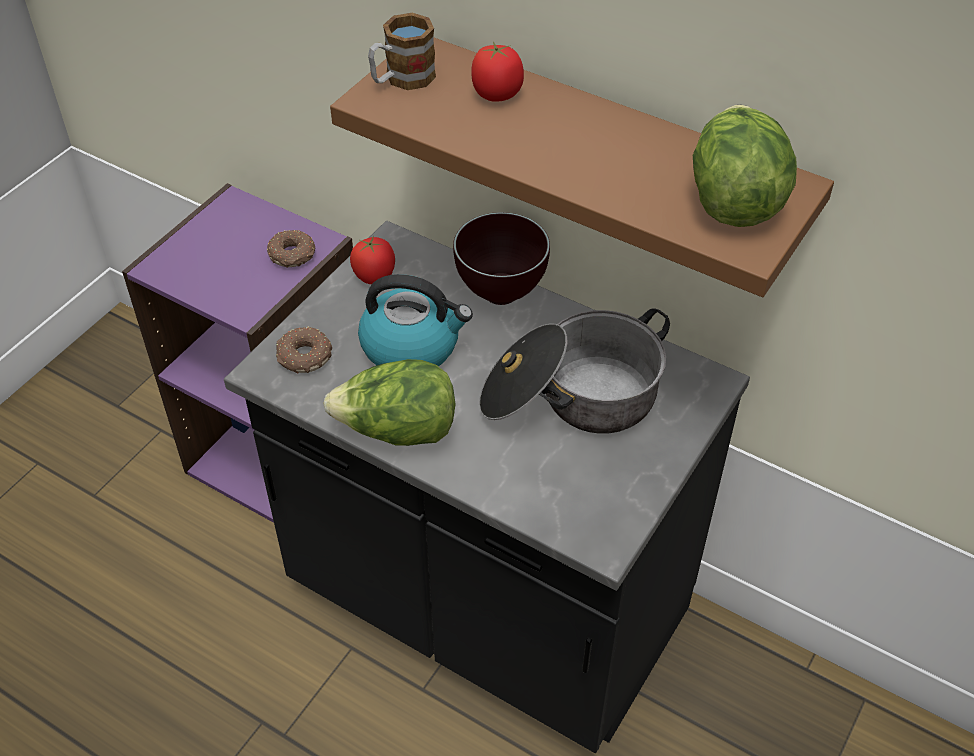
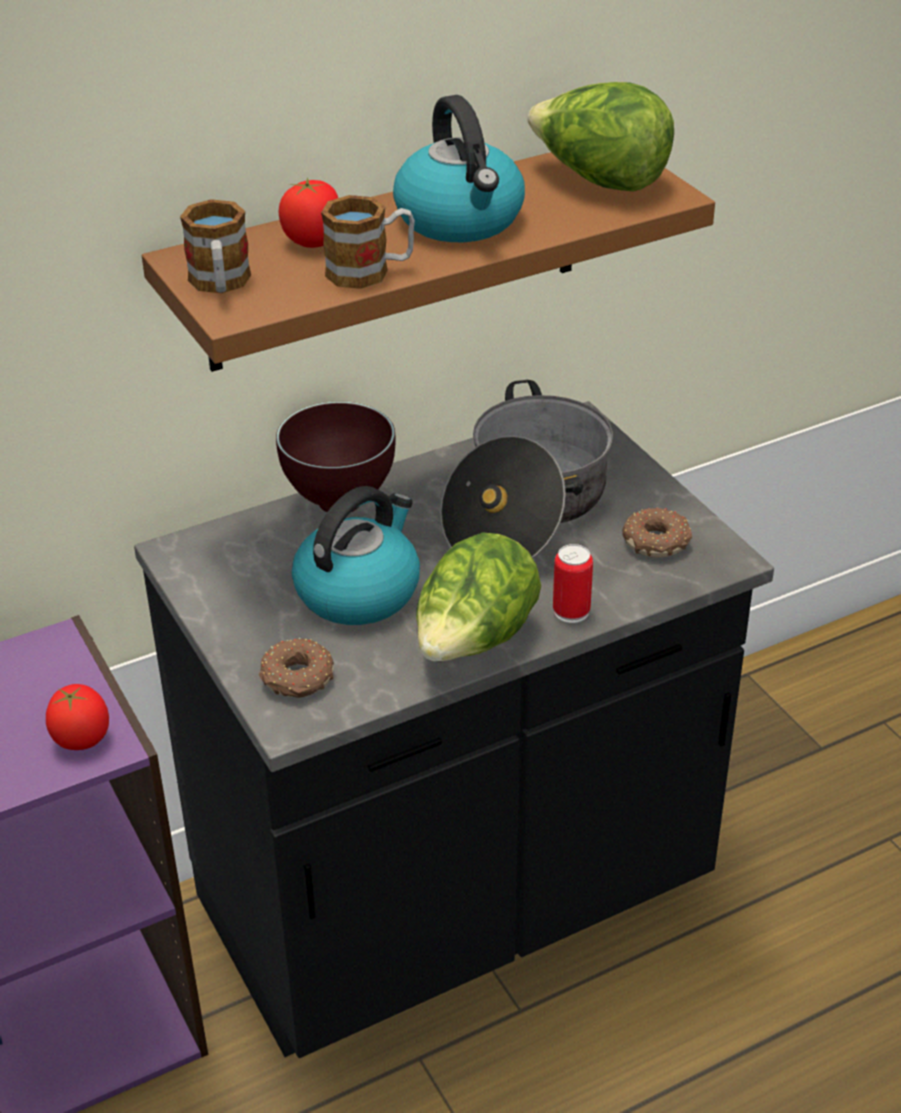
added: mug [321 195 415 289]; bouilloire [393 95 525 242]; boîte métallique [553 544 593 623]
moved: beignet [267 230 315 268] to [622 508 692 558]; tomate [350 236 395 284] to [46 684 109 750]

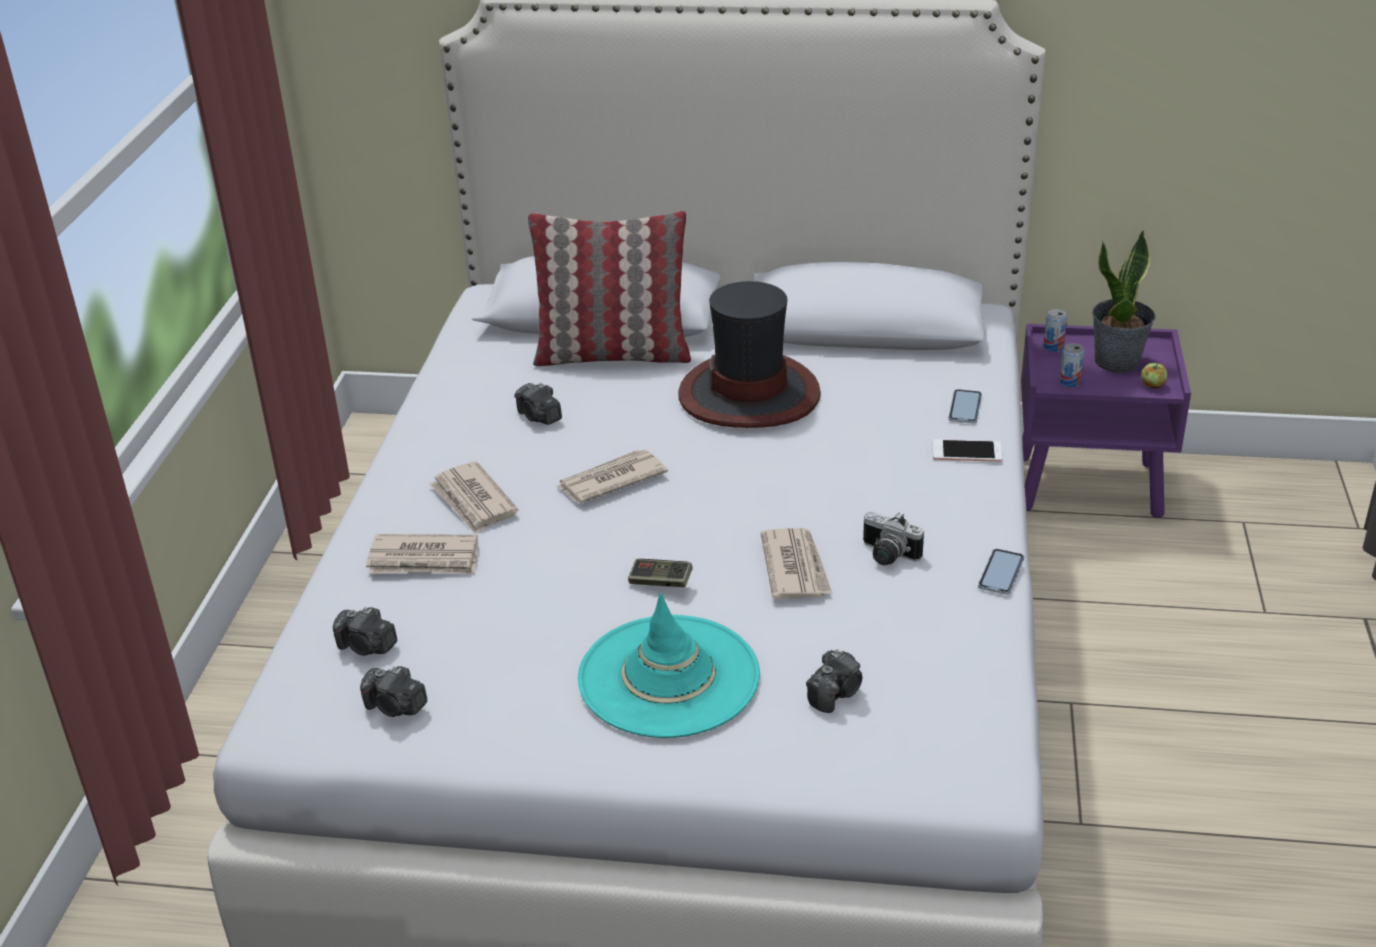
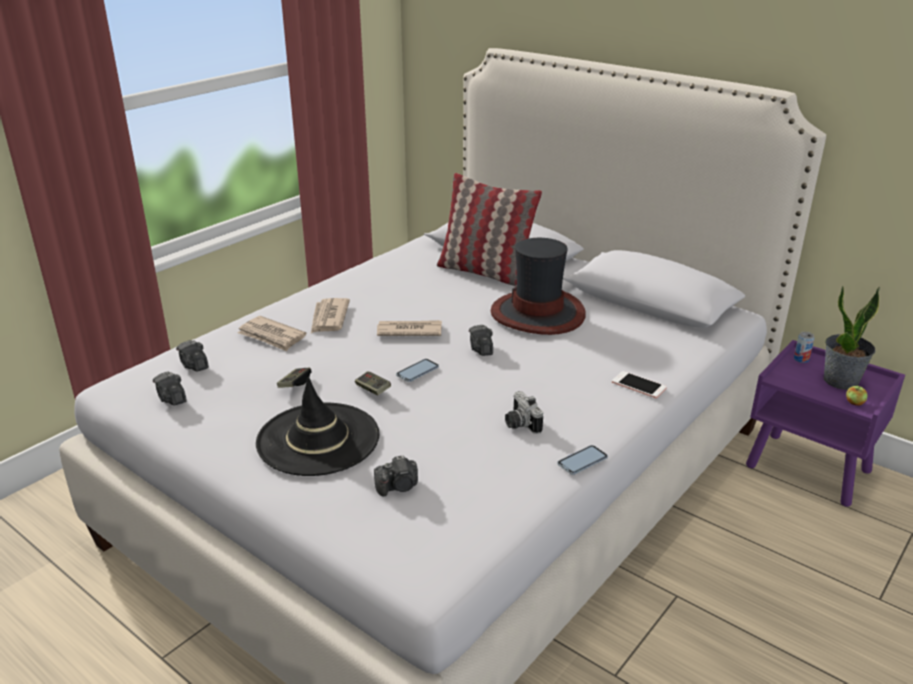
removed: journal [761 528 832 599]; boîte métallique [1059 343 1084 387]
added: manette [277 367 312 388]
moved: appareil photo [514 383 562 425] to [469 325 493 356]; téléphone [948 389 982 423] to [396 359 439 382]
recoloured: chapeau (turquoise) [578 593 760 738] to chapeau (noir) [256 377 379 476]

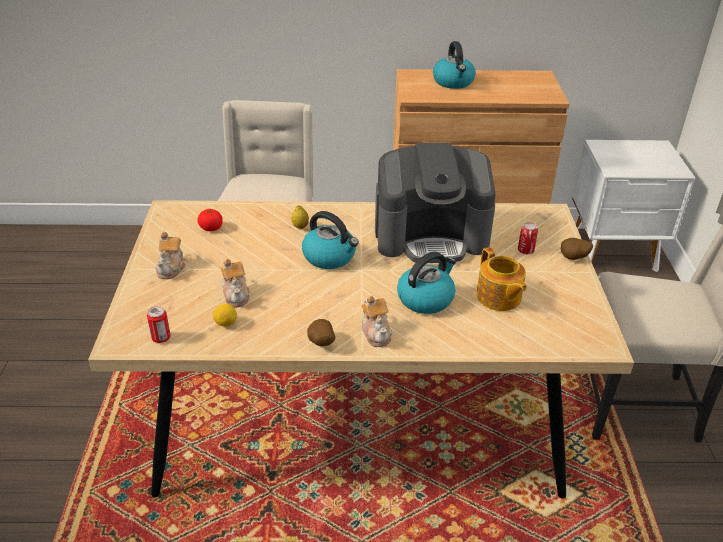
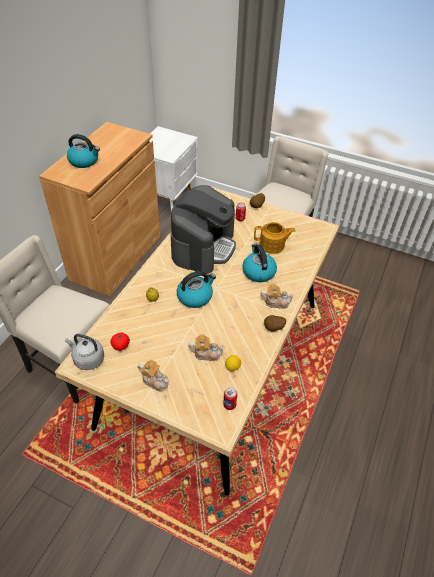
added: bouilloire (gris) [65 334 104 370]

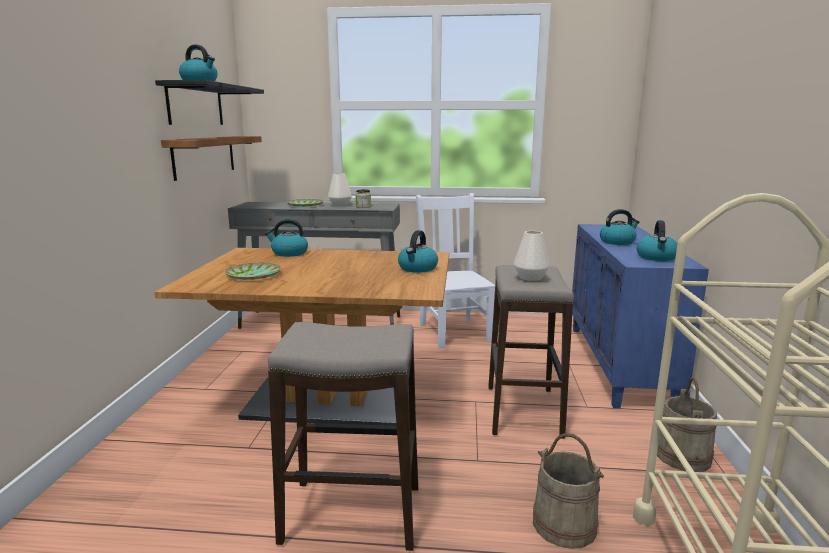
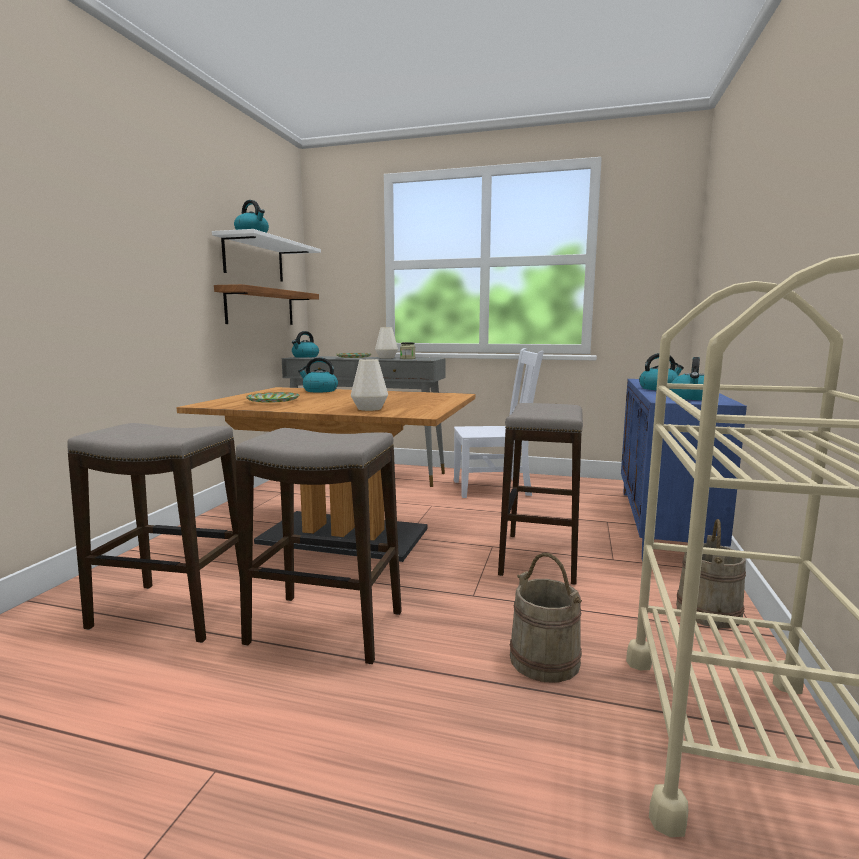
added: tabouret [67 423 240 643]
moved: bouilloire [398 230 438 273] to [292 331 319 358]; vase (blanc) [514 231 550 281] to [351 359 388 411]
recoloured: étagère (noir) [155 80 264 125] to étagère (blanc) [212 229 321 282]
turned: chaise (blanc) [416 193 495 349] = [454 348 544 498] 90 degrees clockwise

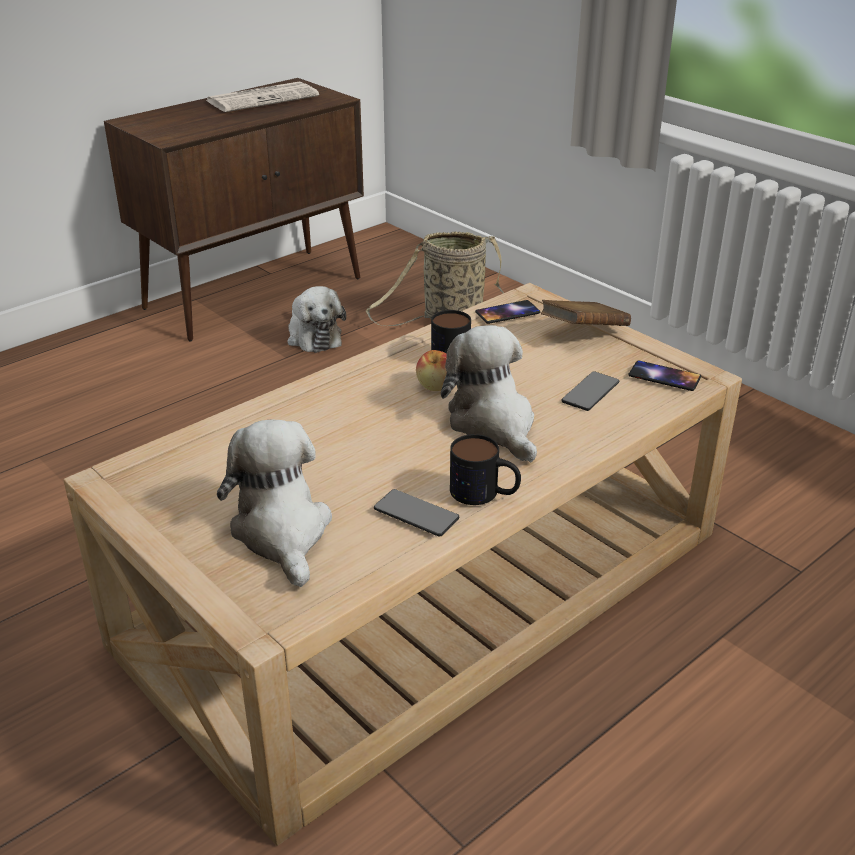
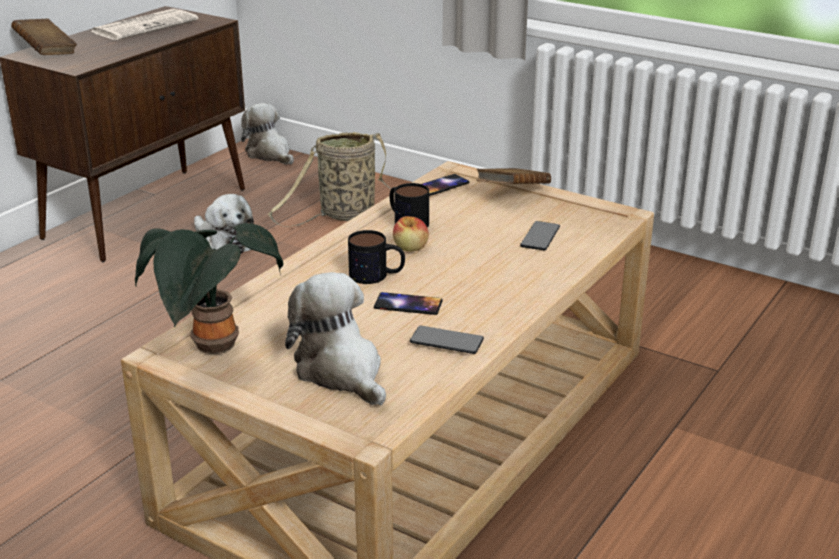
added: livre (marron) [11 19 77 55]; plante en pot [135 223 283 354]
moved: peluche [441 325 537 462] to [241 103 294 164]; mug [450 434 521 505] to [348 230 405 284]; téléphone [628 361 701 391] to [374 292 443 315]

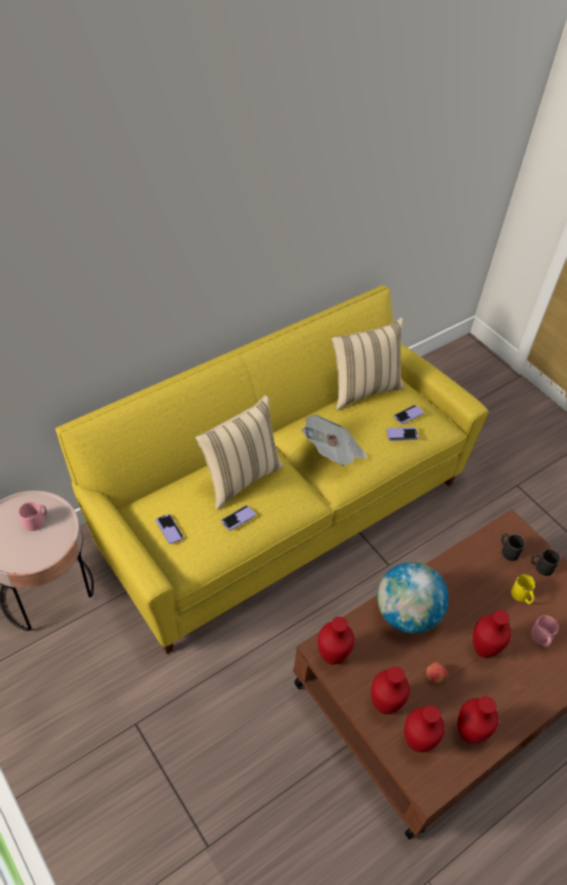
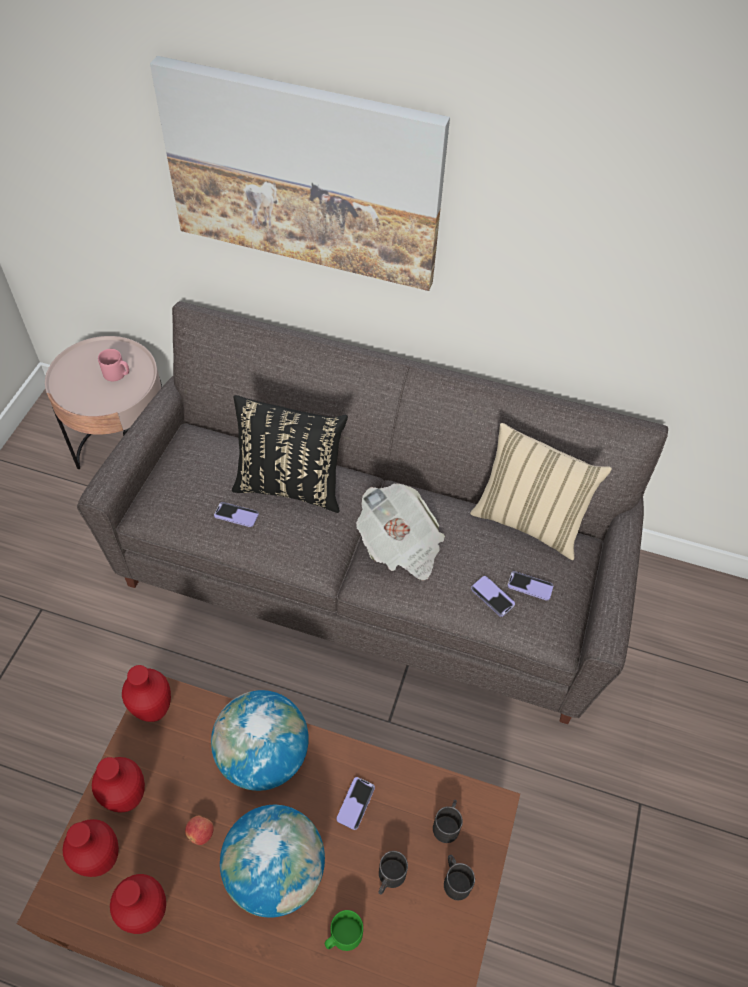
added: tableau [150 56 450 291]
moved: téléphone [156 514 183 544] to [336 777 375 830]
replaced: vase (rouge) [473 610 512 658] to globe [220 805 325 918]
recoloured: canapé (jaune) [55 285 489 654] to canapé (gris) [77 301 668 724]; coussin (beige) [196 395 284 510] to coussin (noir) [232 395 348 513]; mug (jaune) [511 574 536 604] to mug (noir) [378 851 408 895]; mug (rose) [531 615 559 648] to mug (vert) [325 910 363 951]

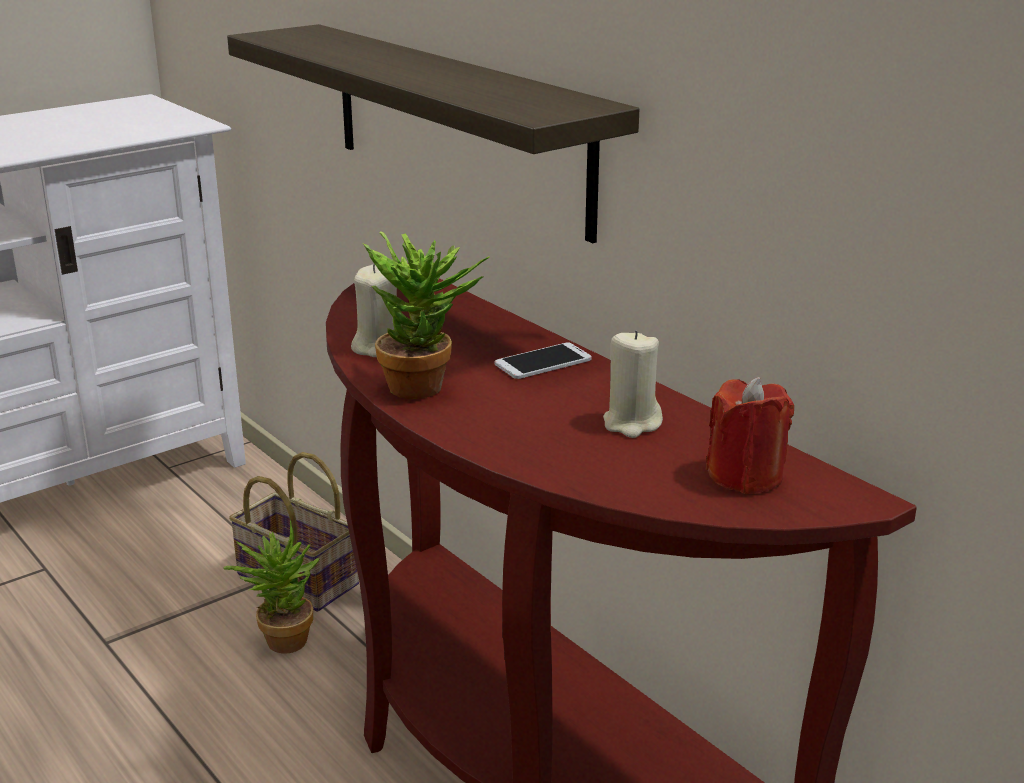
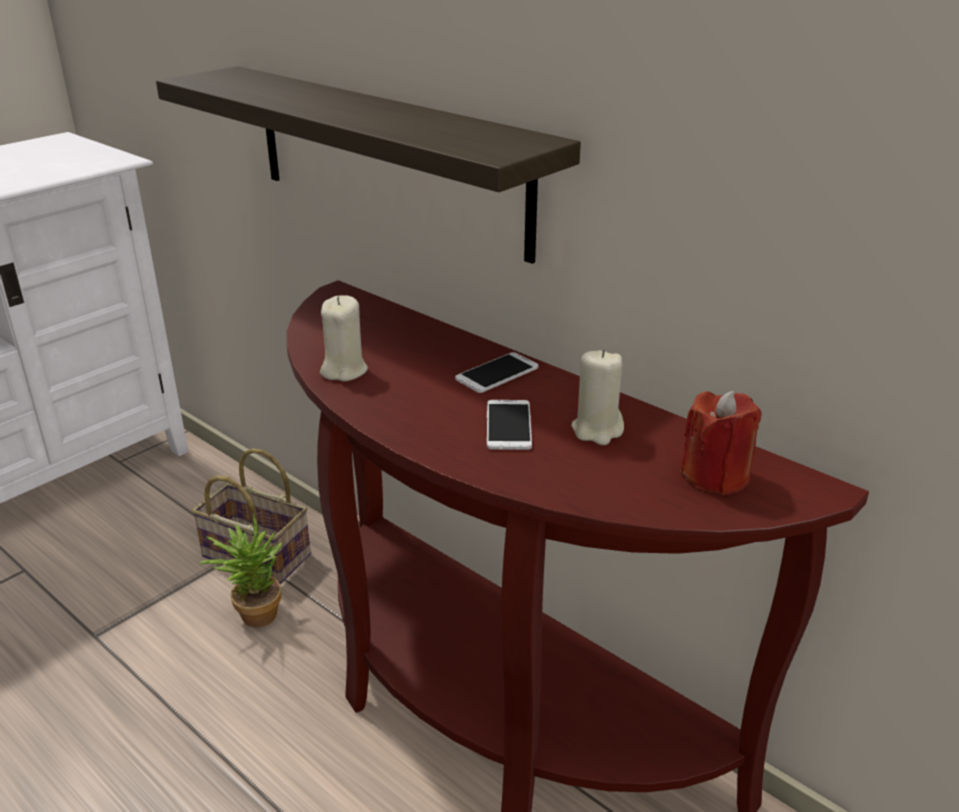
removed: plante en pot [363 231 490 399]
added: téléphone [487 400 532 450]

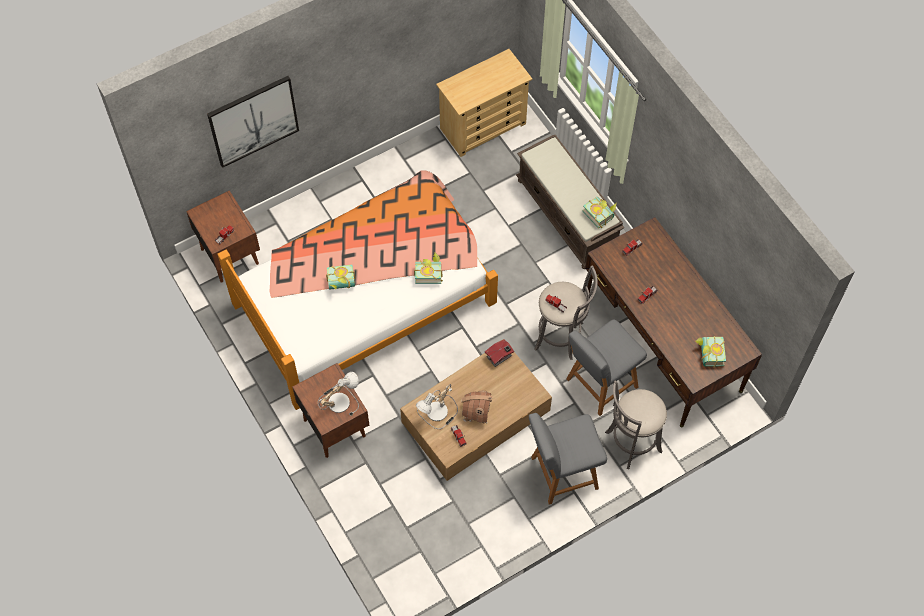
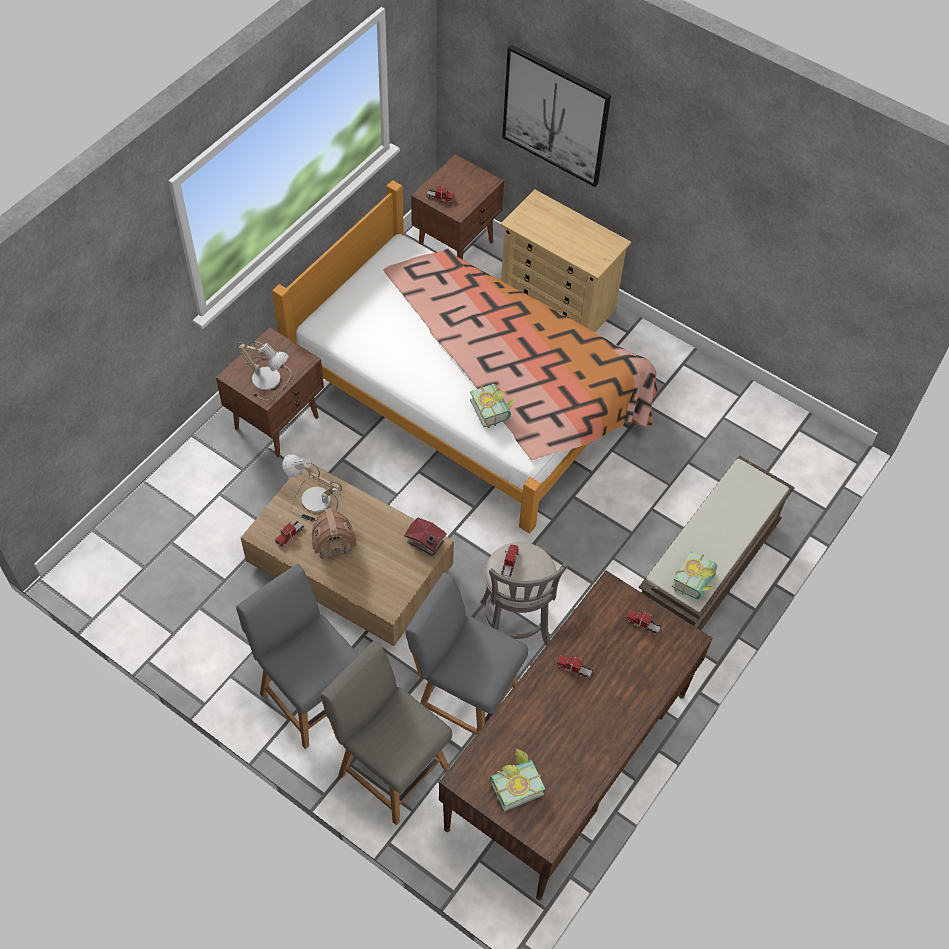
removed: livre [326 265 355 290]
moved: commode (beige) [436 49 532 157] to [500 190 631 332]
replaced: tabouret (gris) [605 380 667 469] to chaise (gris) [321 640 452 825]

